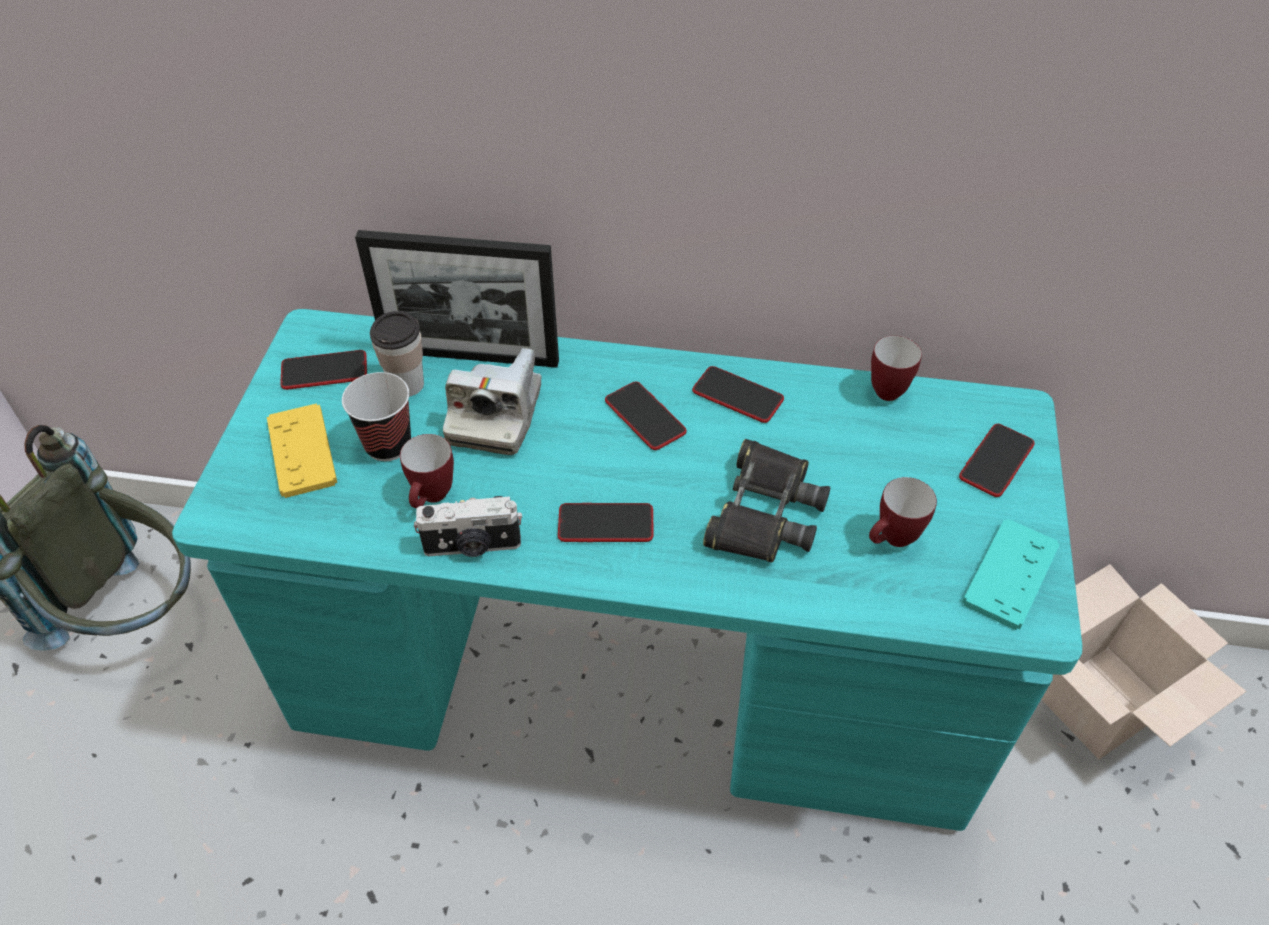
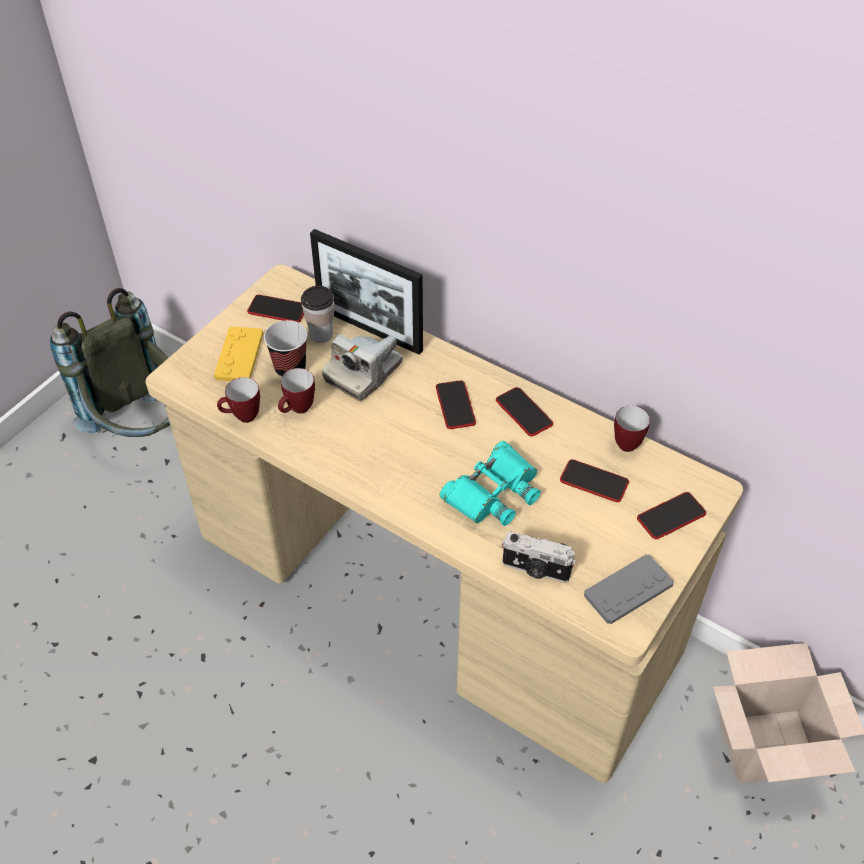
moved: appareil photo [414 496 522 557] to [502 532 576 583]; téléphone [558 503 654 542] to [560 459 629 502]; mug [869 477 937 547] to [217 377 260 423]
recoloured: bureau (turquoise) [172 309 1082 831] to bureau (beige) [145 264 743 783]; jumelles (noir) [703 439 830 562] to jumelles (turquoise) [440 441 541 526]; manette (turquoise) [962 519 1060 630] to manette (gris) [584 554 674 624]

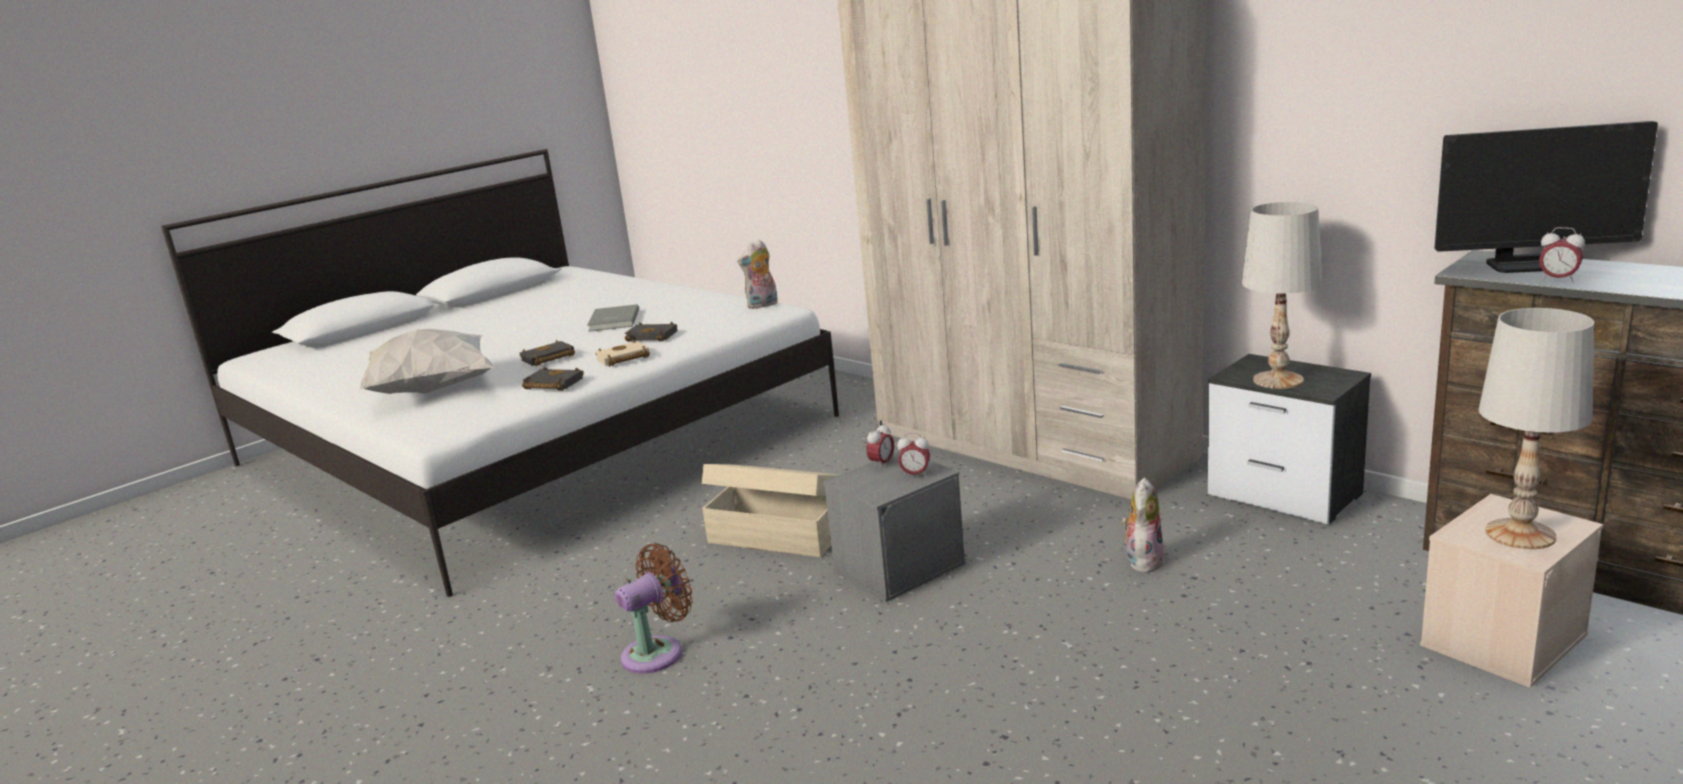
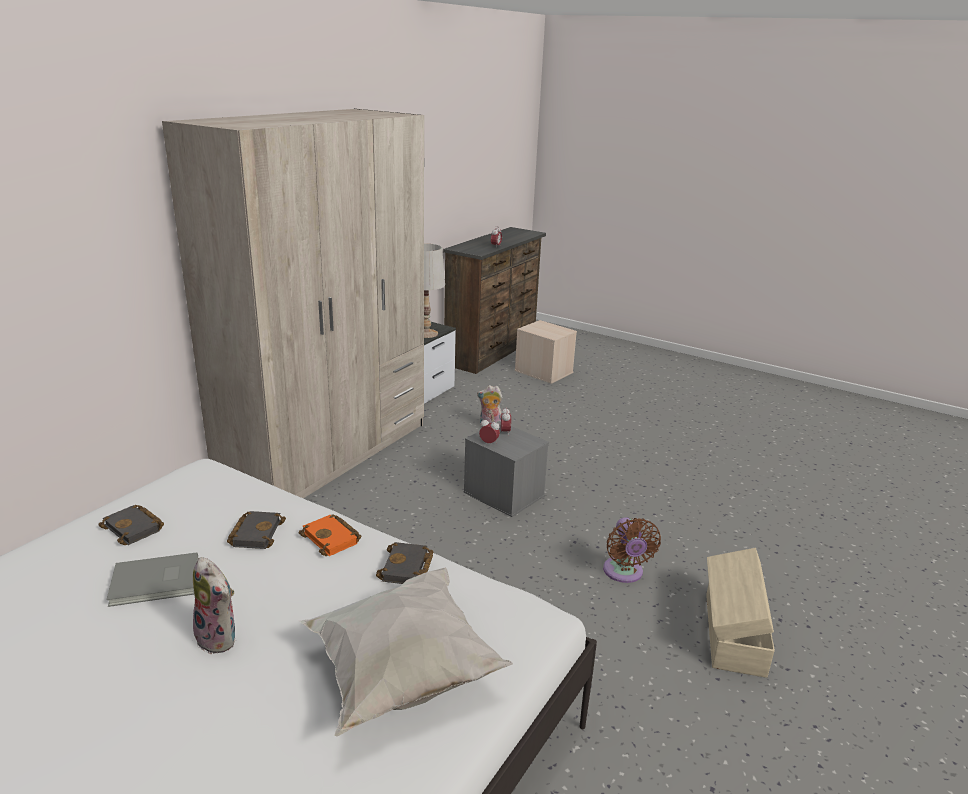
removed: écran d'ordinateur [1435 121 1658 273]; lampe de table (blanc) [1479 308 1594 549]
moved: livre (noir) [519 340 575 366] to [98 505 164 545]; boîte de rangement (beige) [702 464 838 557] to [706 548 775 678]; peluche [737 240 778 309] to [192 557 235 654]
recoloured: livre (beige) [595 340 650 367] to livre (orange) [299 514 361 556]
turned: ventilateur (marron) [615 543 693 673] = [603 517 661 583] 135 degrees counterclockwise

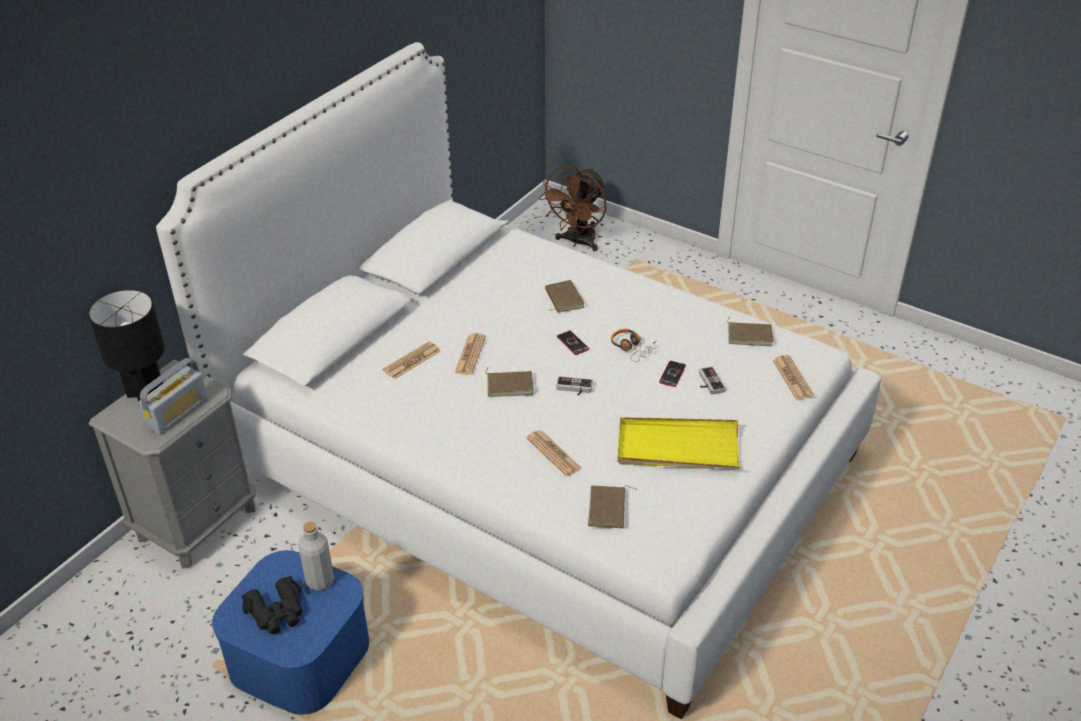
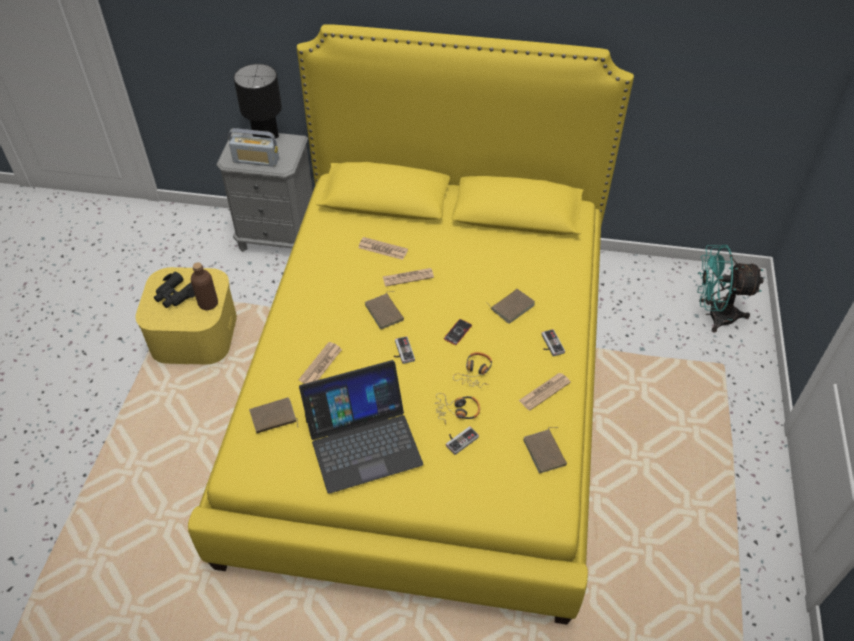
added: manette [542 329 565 356]
moved: journal [773 355 814 399] to [519 373 571 411]
replaced: plateau (jaune) [618 417 740 469] to ordinateur portable [299 360 423 494]; téléphone [659 361 686 387] to casque audio [435 393 480 424]
recoloured: lit (blanc) [156 42 881 720] to lit (jaune) [188 24 634 625]; boîte de rangement (bleu) [212 550 369 715] to boîte de rangement (jaune) [136 267 237 365]; bouteille (gris) [298 522 334 591] to bouteille (marron) [191 262 218 310]; ventilateur (marron) [539 167 606 251] to ventilateur (turquoise) [697 245 764 332]

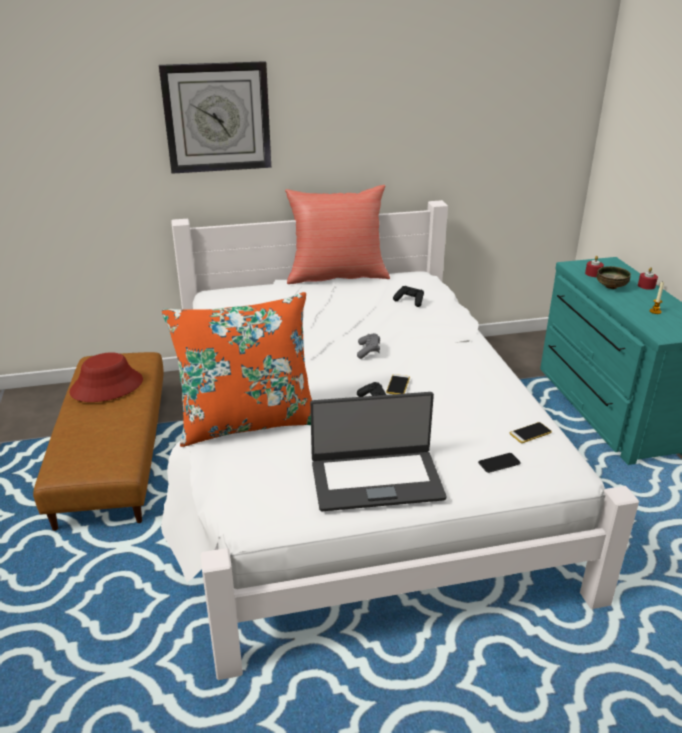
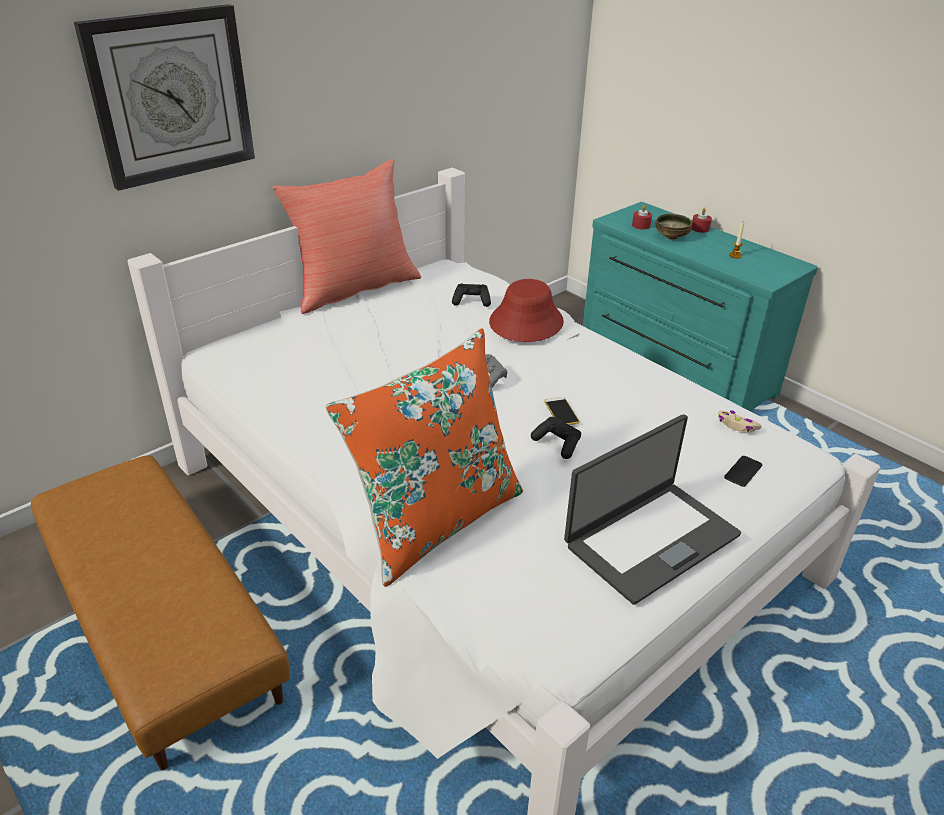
moved: chapeau (rouge) [69 352 143 402] to [489 279 564 342]
replaced: téléphone [510 422 552 443] to manette (beige) [718 410 762 432]

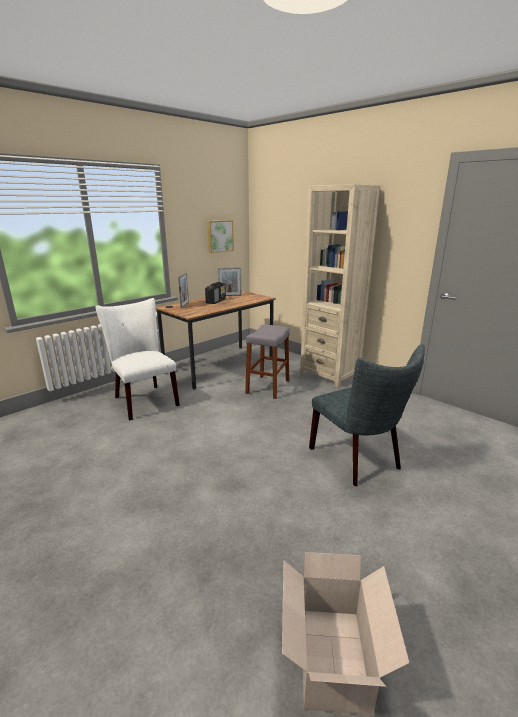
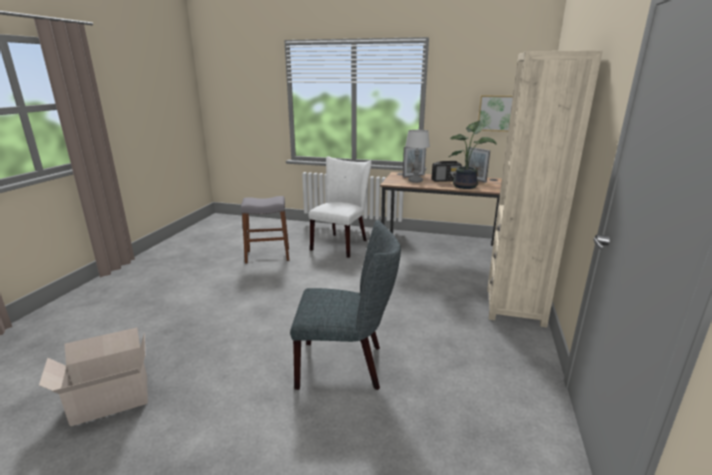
added: lampe de table [405 130 430 183]; plante en pot [449 121 496 189]
moved: tabouret (gris) [245 324 290 399] to [241 196 289 264]
turned: chaise (gris) [309 344 425 486] = [290 220 401 390] 120 degrees counterclockwise

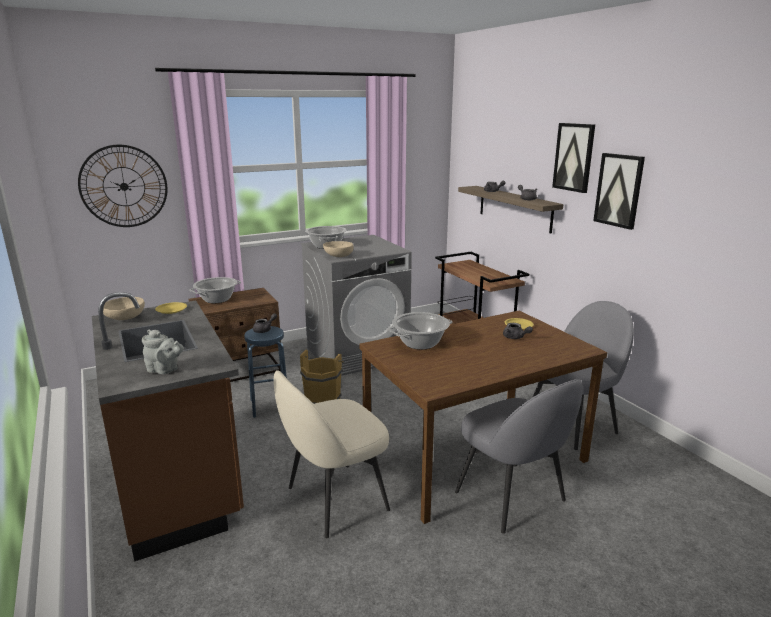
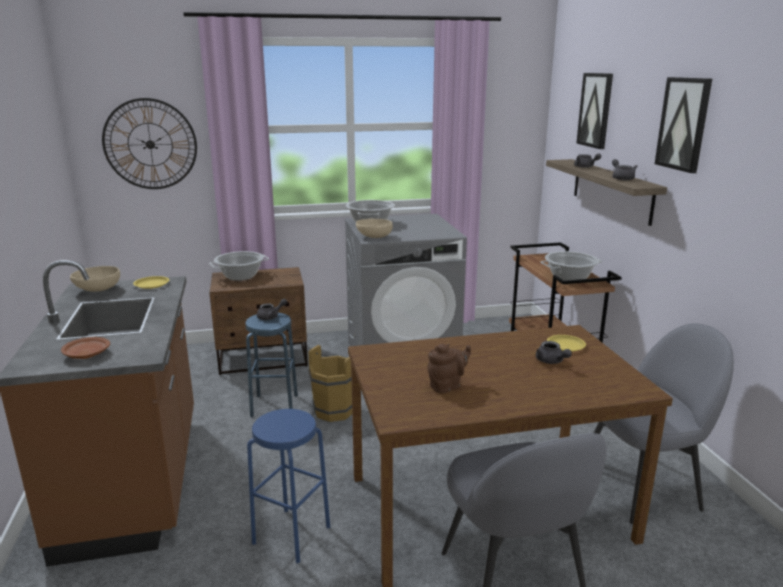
added: théière (marron) [427 344 471 393]
moved: marmite [388 312 453 350] to [540 251 602 281]; tableau [593 153 645 230] to [576 73 613 149]
replaced: théière (gris) [142 329 184 374] to assiette (marron) [61 337 110 359]; chaise (beige) [274 370 390 538] to tabouret (bleu) [247 409 330 563]

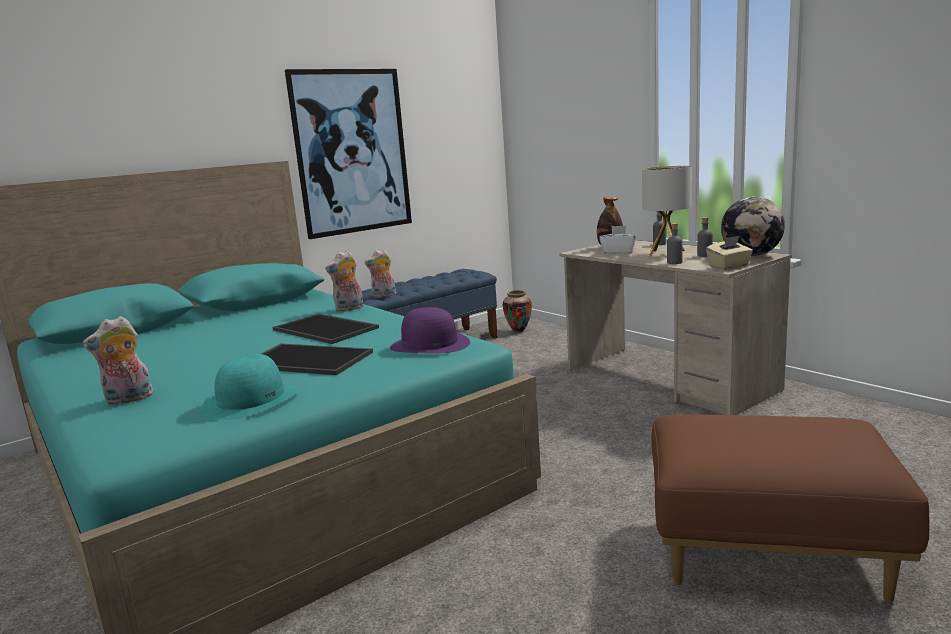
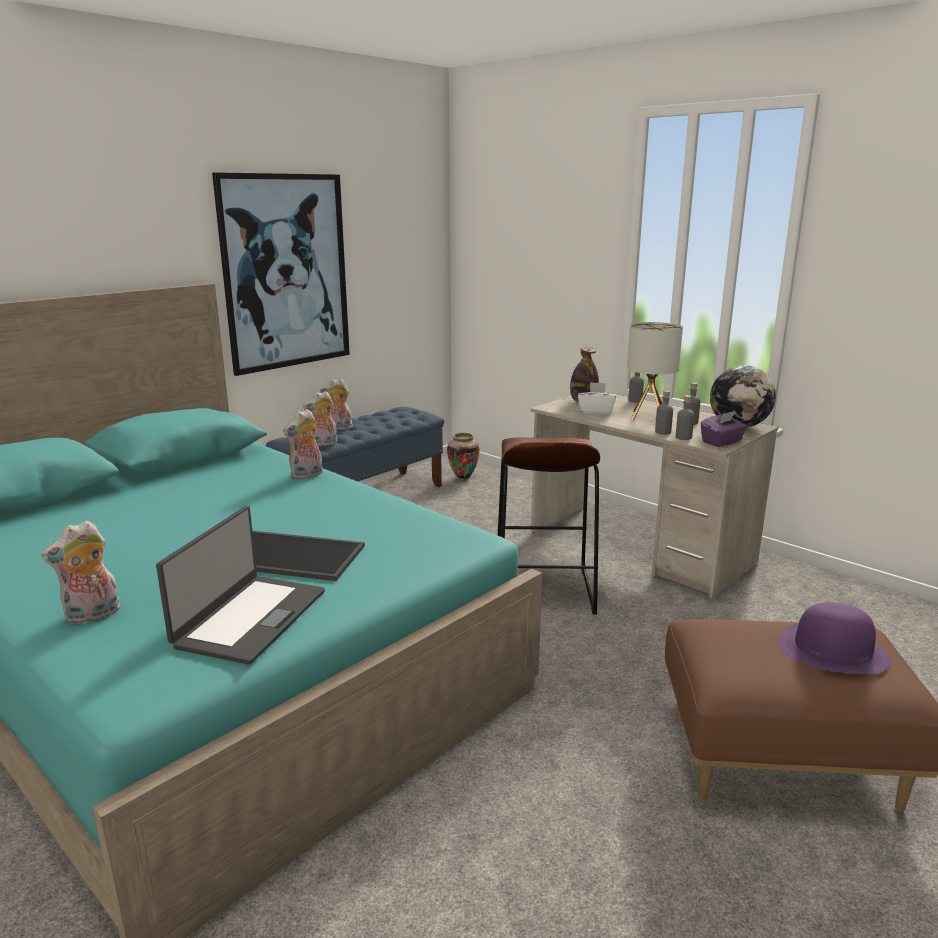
removed: plateau [272 314 379 344]
added: peluche [320 379 353 430]; tabouret (marron) [498 437 600 615]; bouteille (gris) [676 395 694 440]
moved: chapeau (violet) [390 307 470 353] to [778 602 891 674]
replaced: chapeau (turquoise) [201 354 299 420] to ordinateur portable [156 506 325 665]
recoloured: boîte à mouchoirs (beige) [706 236 753 270] to boîte à mouchoirs (violet) [701 411 747 447]

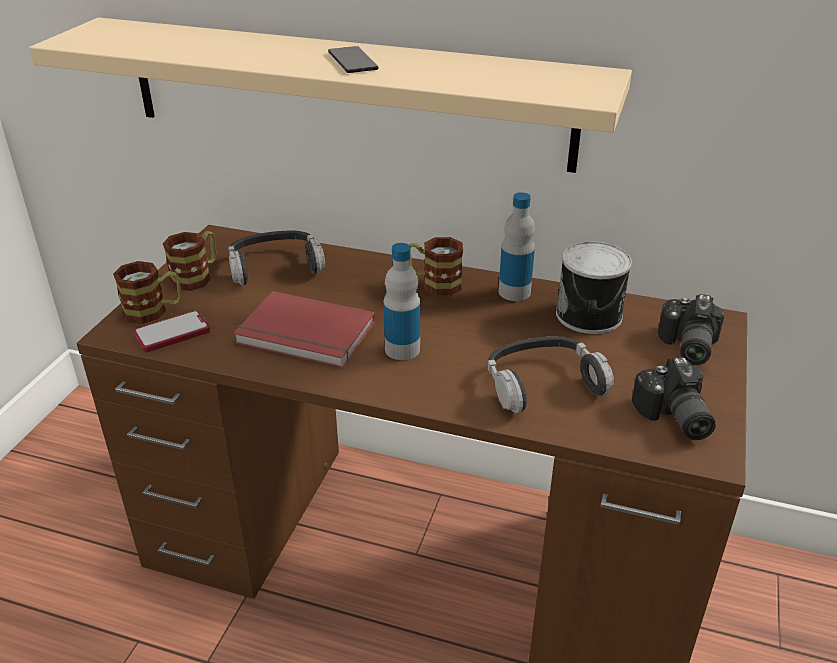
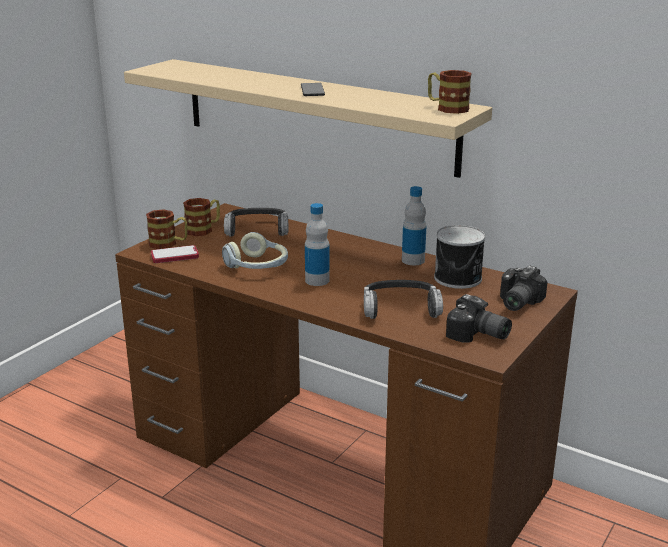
moved: mug [409 237 463 296] to [428 70 472 114]
replaced: livre (rouge) [233 291 375 368] to casque audio [222 232 288 269]
turned: appareil photo [632 357 716 440] = [446 294 512 343] 60 degrees counterclockwise

